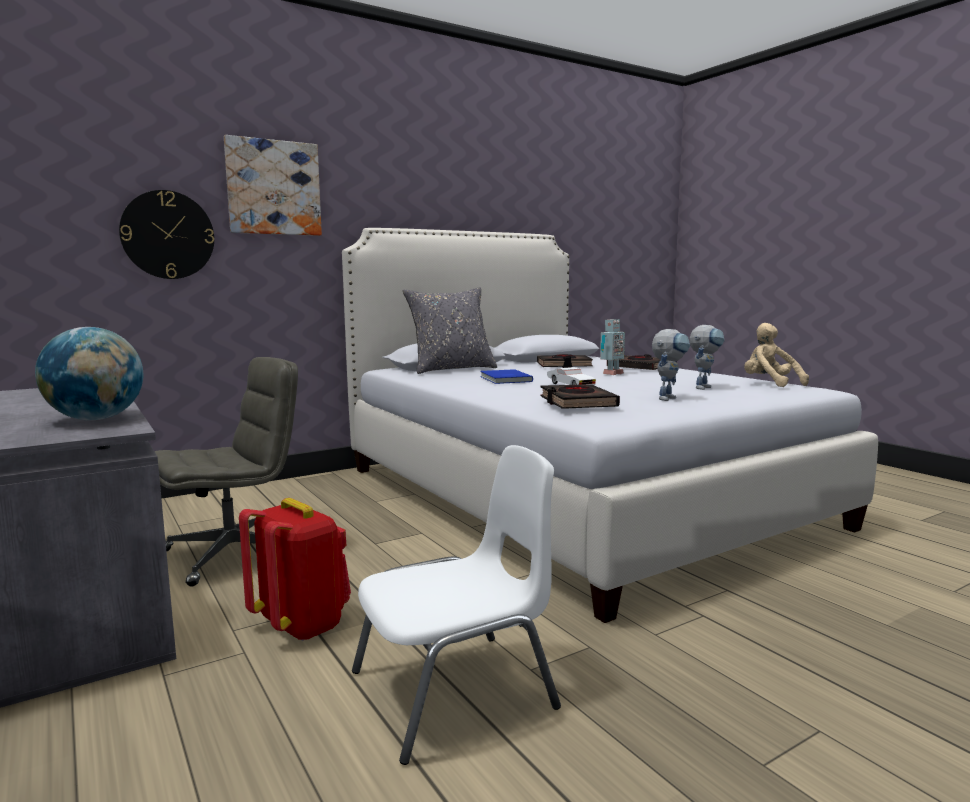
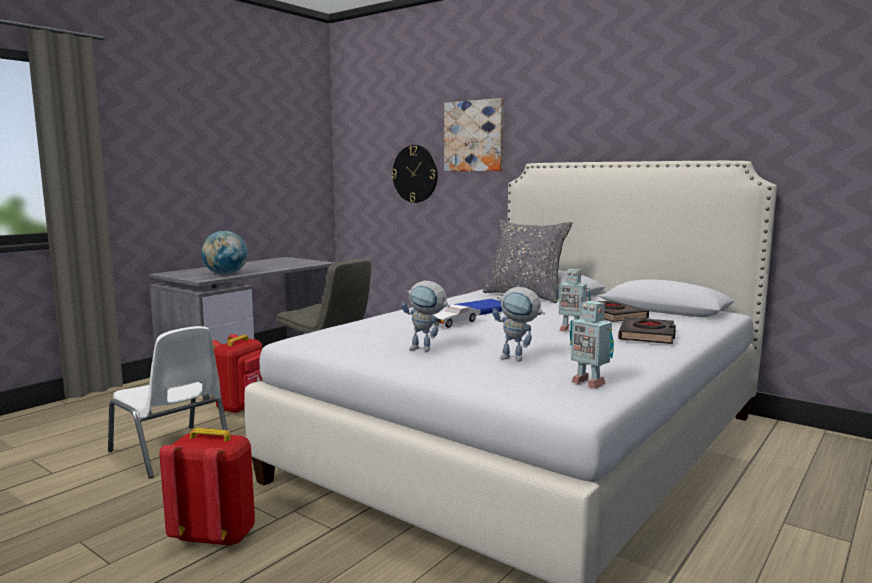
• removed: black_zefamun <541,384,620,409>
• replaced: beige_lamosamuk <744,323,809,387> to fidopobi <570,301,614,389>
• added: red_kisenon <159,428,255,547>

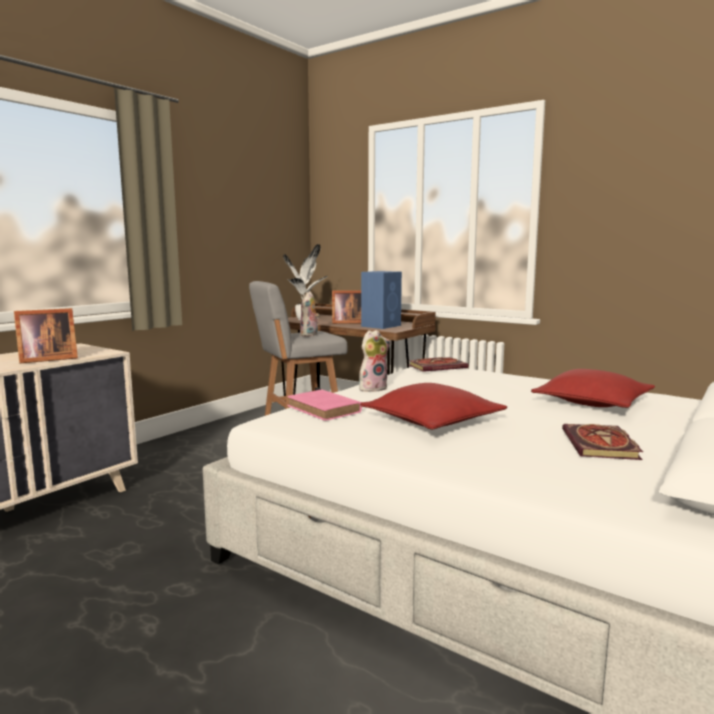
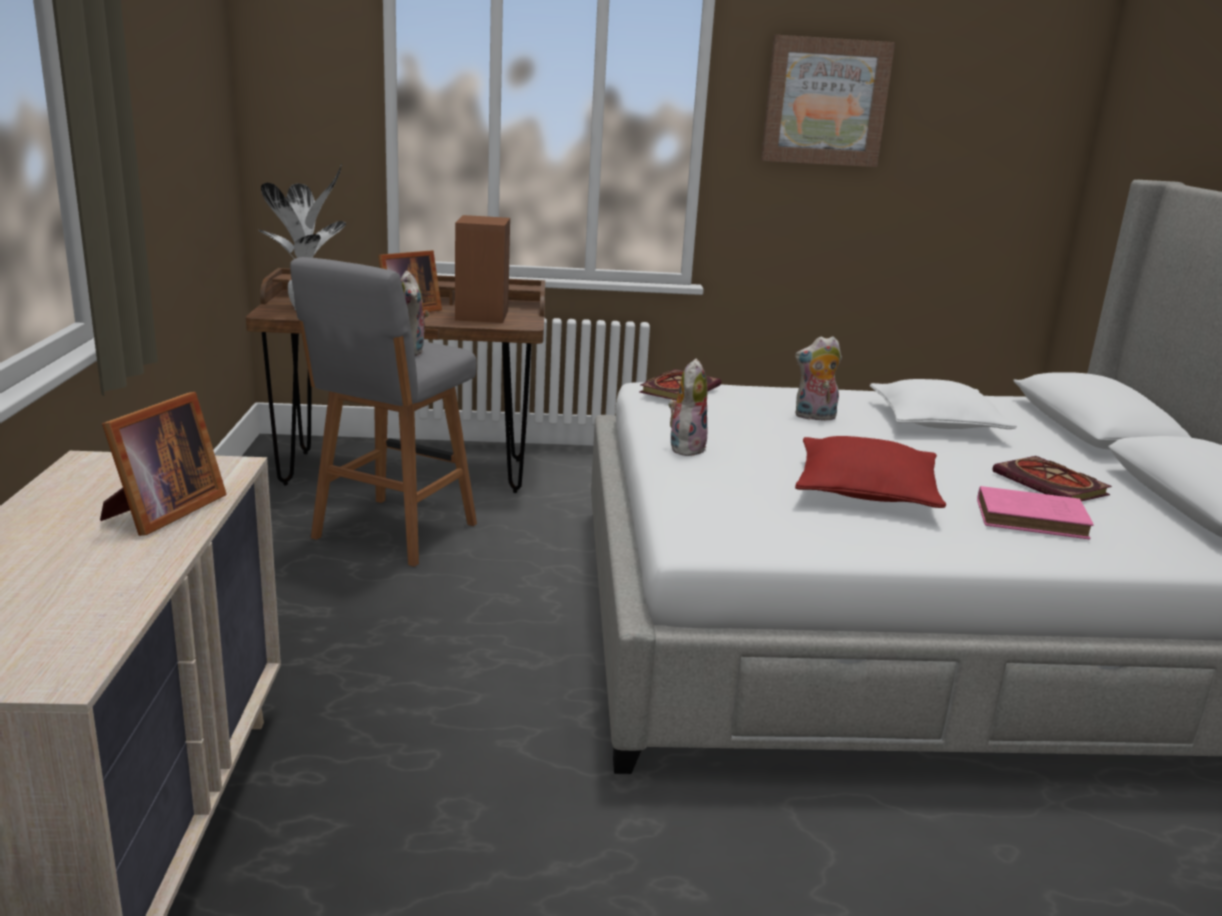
• moved: pink_zefamun <287,389,362,421> to <977,486,1094,540>
• recoloured: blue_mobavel <361,271,402,329> to brown_mobavel <455,215,510,323>
• recoloured: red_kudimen <531,369,655,408> to white_kudimen <870,379,1017,429>
• added: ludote <761,35,895,167>
• added: lamosamuk <795,336,842,420>

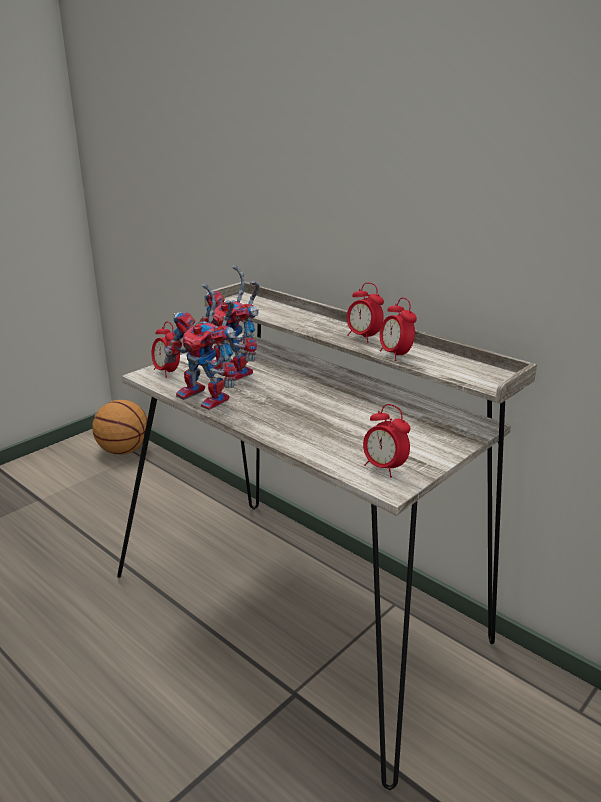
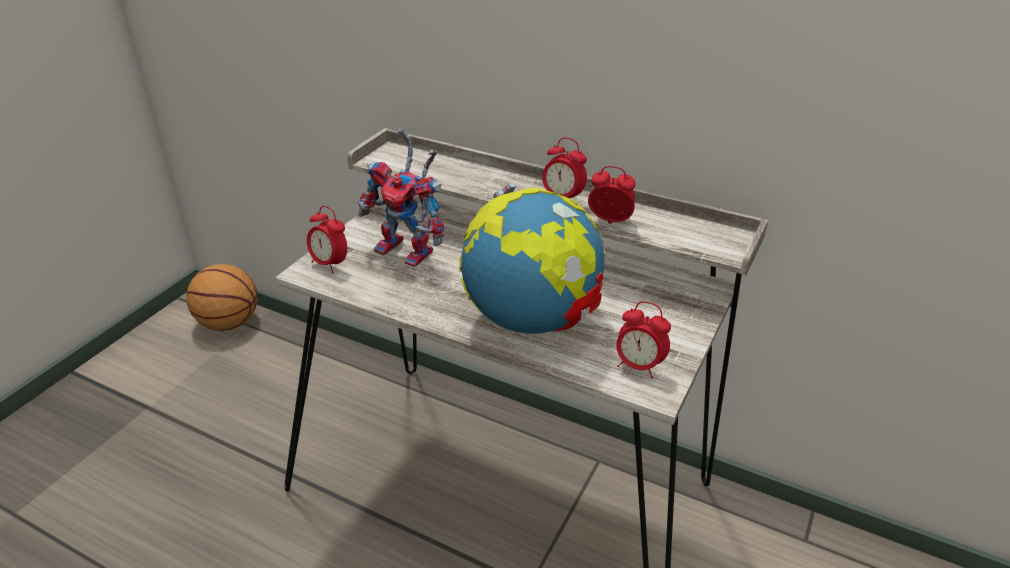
• removed: fidopobi <164,283,236,410>
• turned: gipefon <380,297,417,361> = <588,166,635,224> 150 degrees clockwise
• added: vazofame <459,183,605,334>

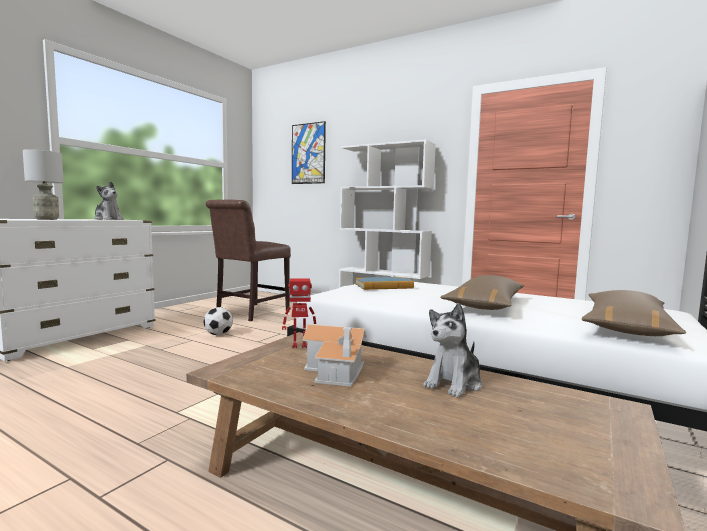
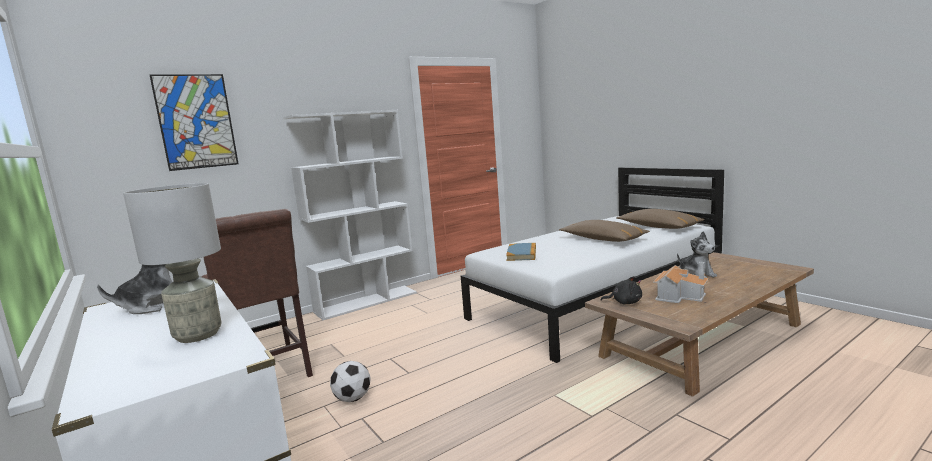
• replaced: fidopobi <282,278,316,348> to black_lamosamuk <601,276,642,304>

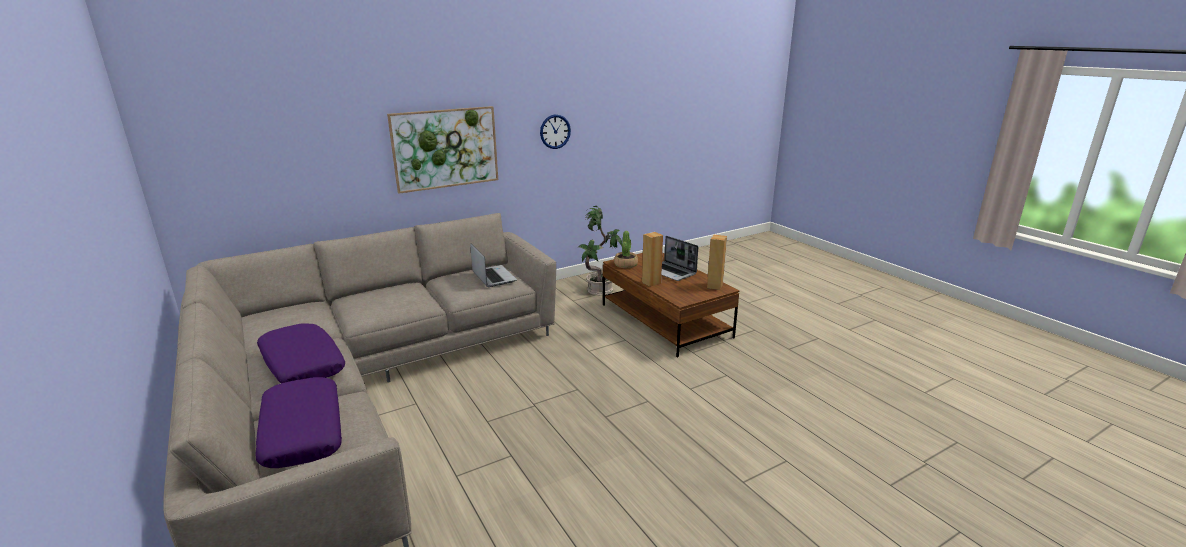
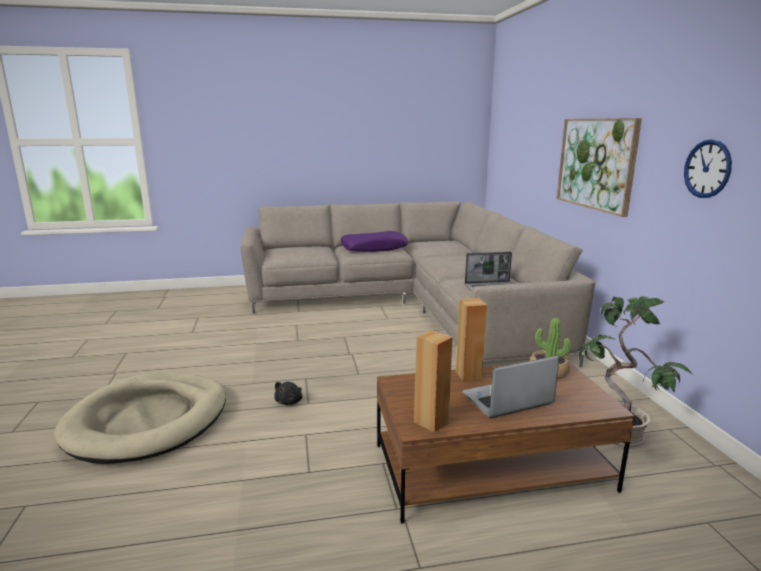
• removed: purple_kudimen <255,377,342,468>
• added: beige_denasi <54,373,226,464>
• added: black_lamosamuk <274,382,302,405>

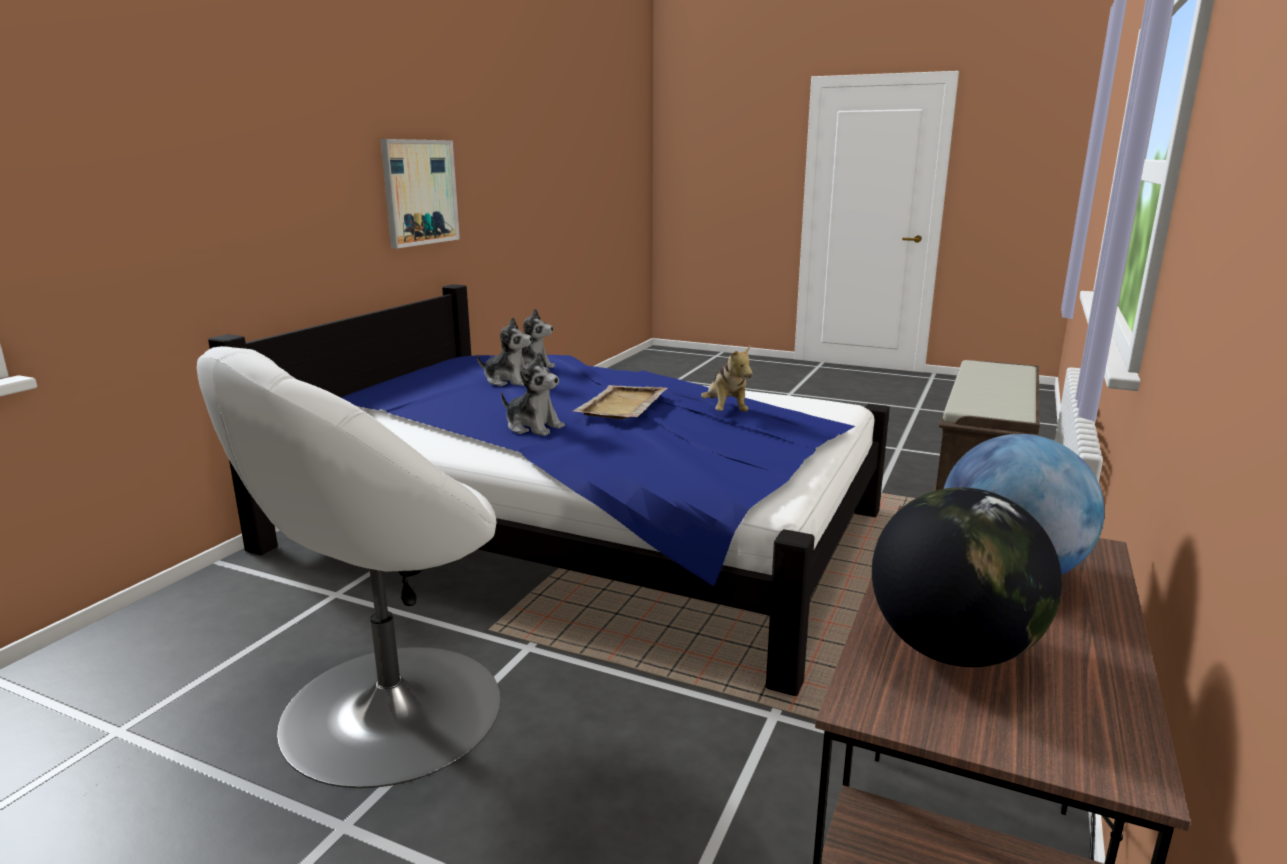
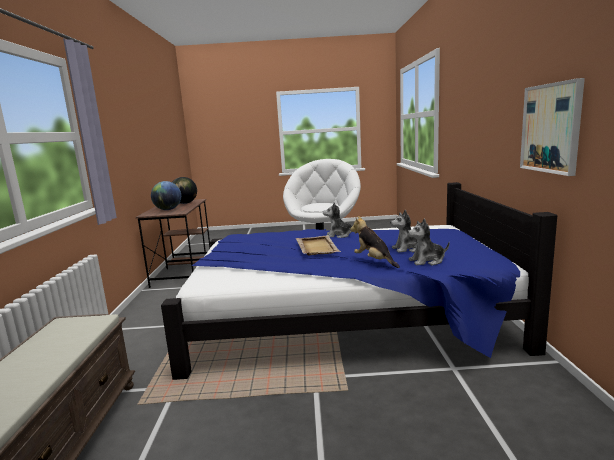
• moved: lamosamuk <701,346,753,411> to <350,216,400,268>

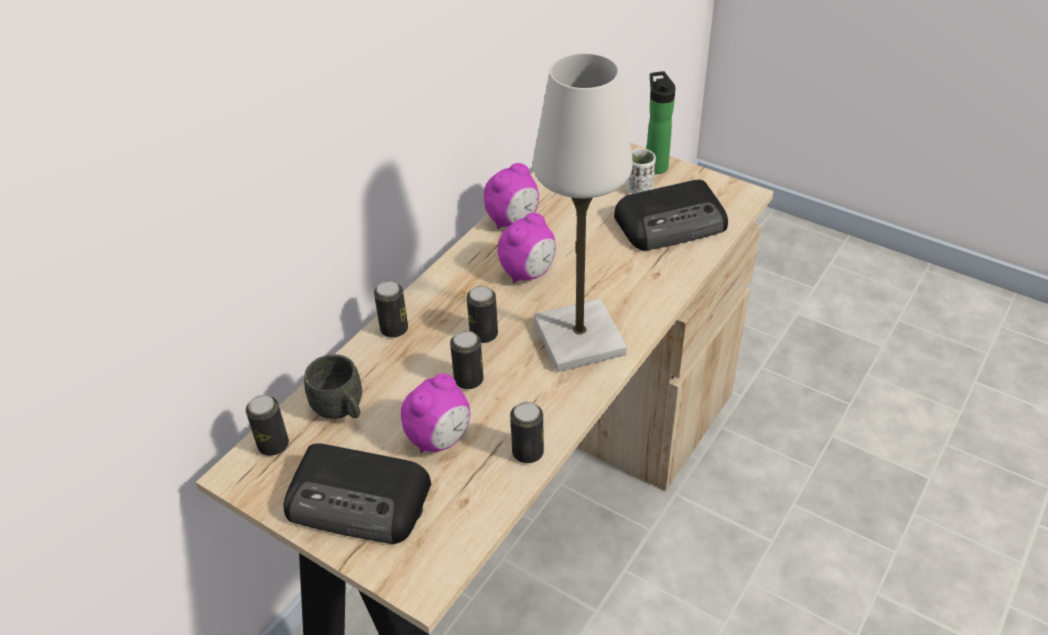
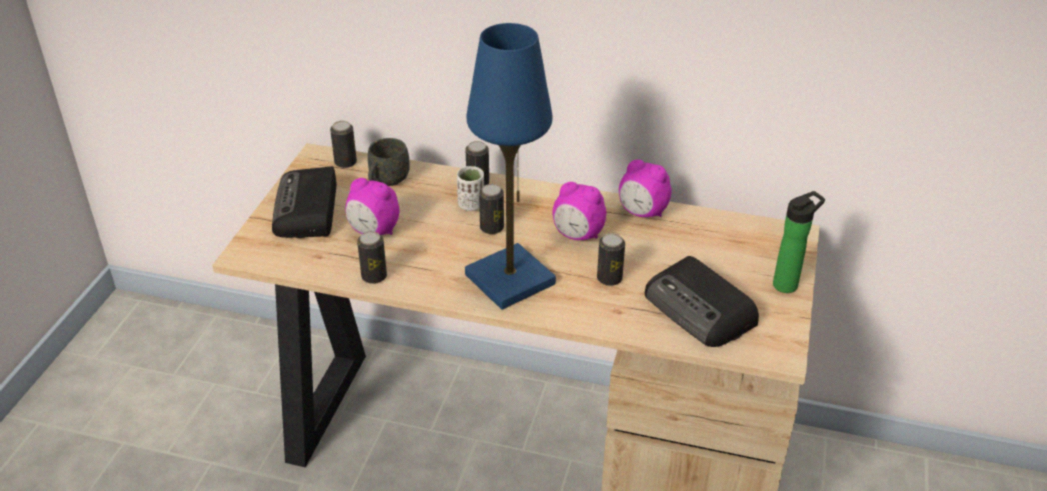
• moved: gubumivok <450,330,484,389> to <597,233,625,286>
• recoloured: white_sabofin <533,53,633,372> to blue_sabofin <465,23,556,310>
• moved: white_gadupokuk <626,149,656,194> to <457,166,484,211>

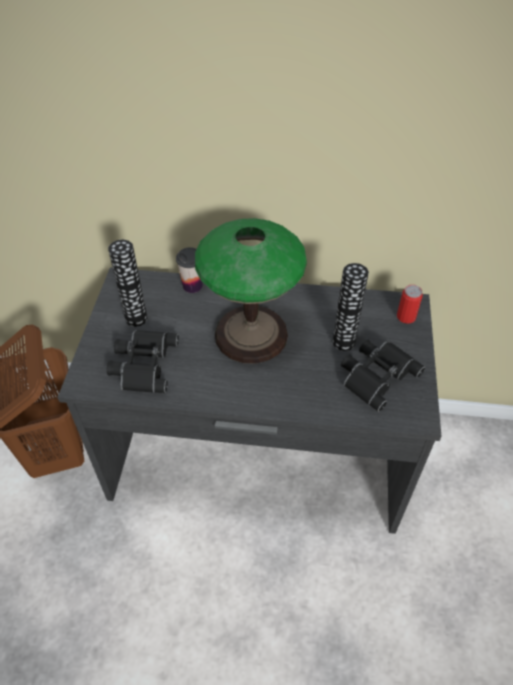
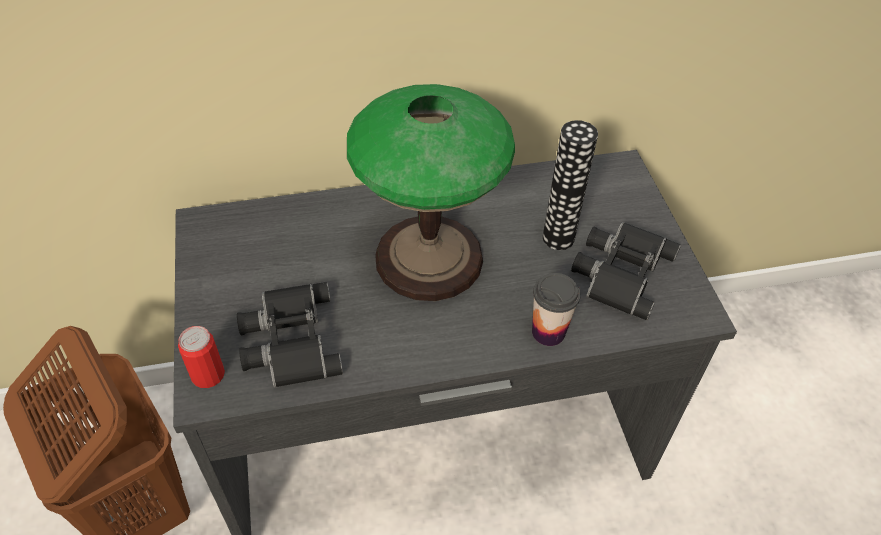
• removed: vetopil <108,240,147,327>
• moved: gadupokuk <176,247,202,293> to <532,273,581,346>
• moved: gubumivok <397,285,423,324> to <178,326,225,388>

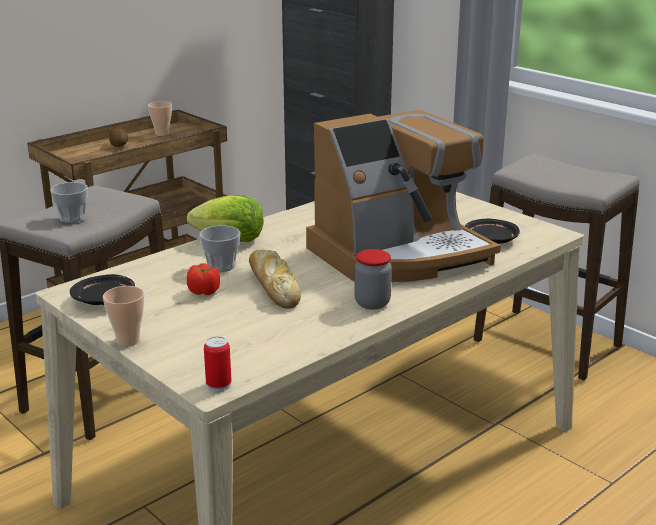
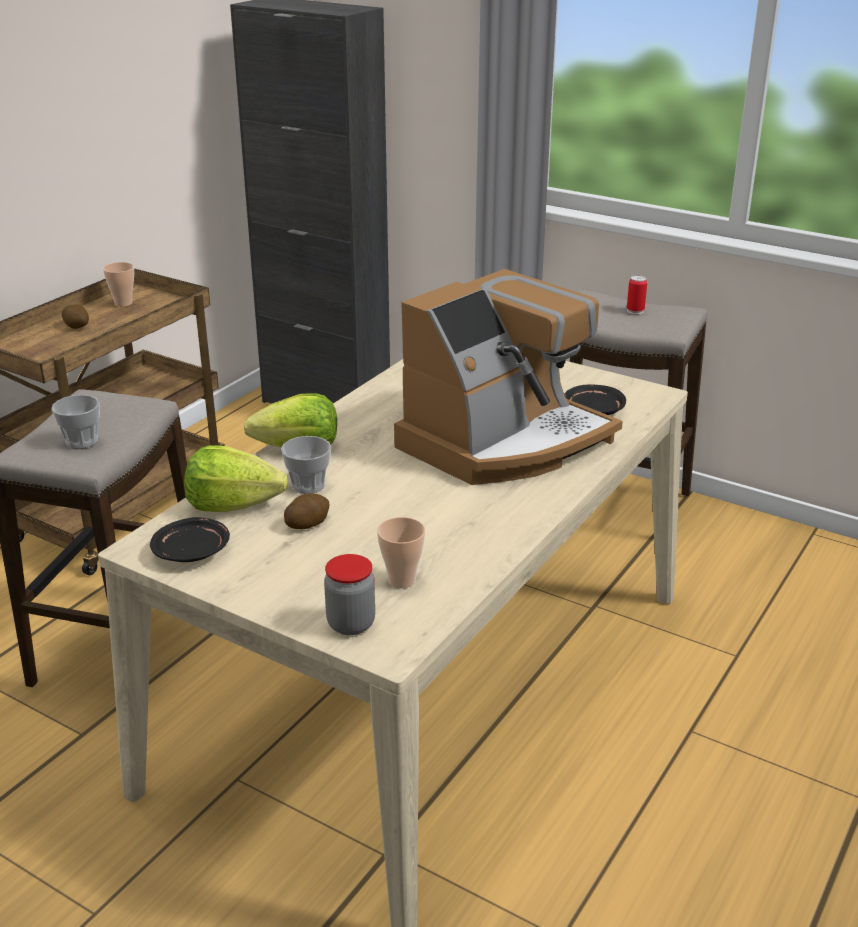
• moved: gadupokuk <103,286,144,346> to <377,517,425,588>
• replaced: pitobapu <187,263,220,295> to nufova <284,494,330,529>
• moved: gubumivok <204,336,231,392> to <627,275,647,314>
• removed: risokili <249,249,301,309>
• moved: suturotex <354,249,392,310> to <324,554,375,635>
• added: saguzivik <184,445,288,512>

